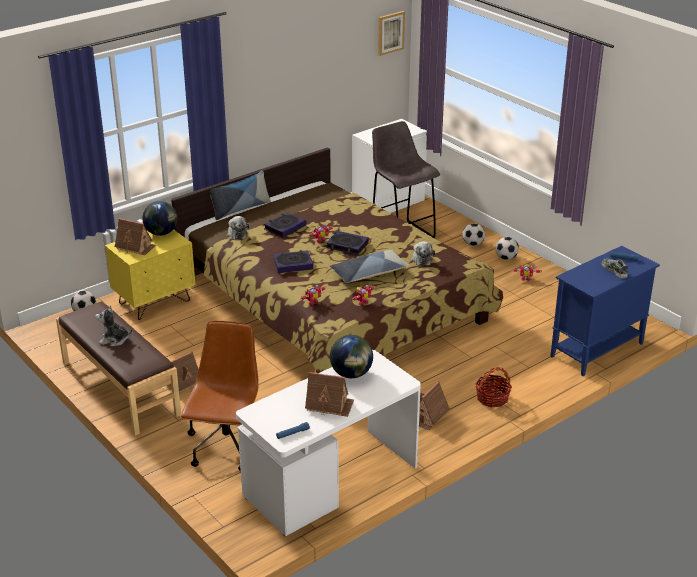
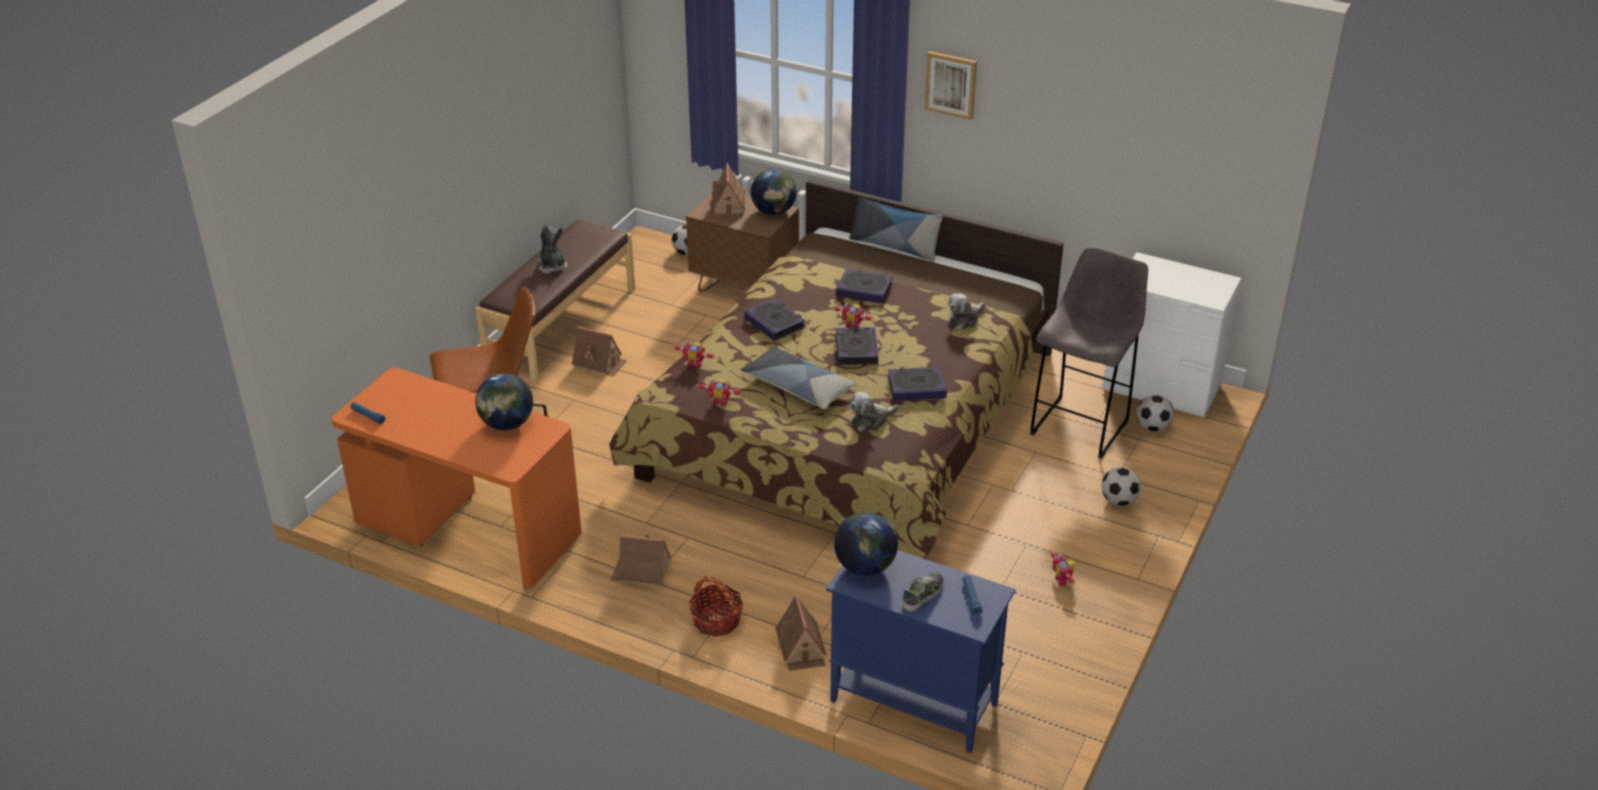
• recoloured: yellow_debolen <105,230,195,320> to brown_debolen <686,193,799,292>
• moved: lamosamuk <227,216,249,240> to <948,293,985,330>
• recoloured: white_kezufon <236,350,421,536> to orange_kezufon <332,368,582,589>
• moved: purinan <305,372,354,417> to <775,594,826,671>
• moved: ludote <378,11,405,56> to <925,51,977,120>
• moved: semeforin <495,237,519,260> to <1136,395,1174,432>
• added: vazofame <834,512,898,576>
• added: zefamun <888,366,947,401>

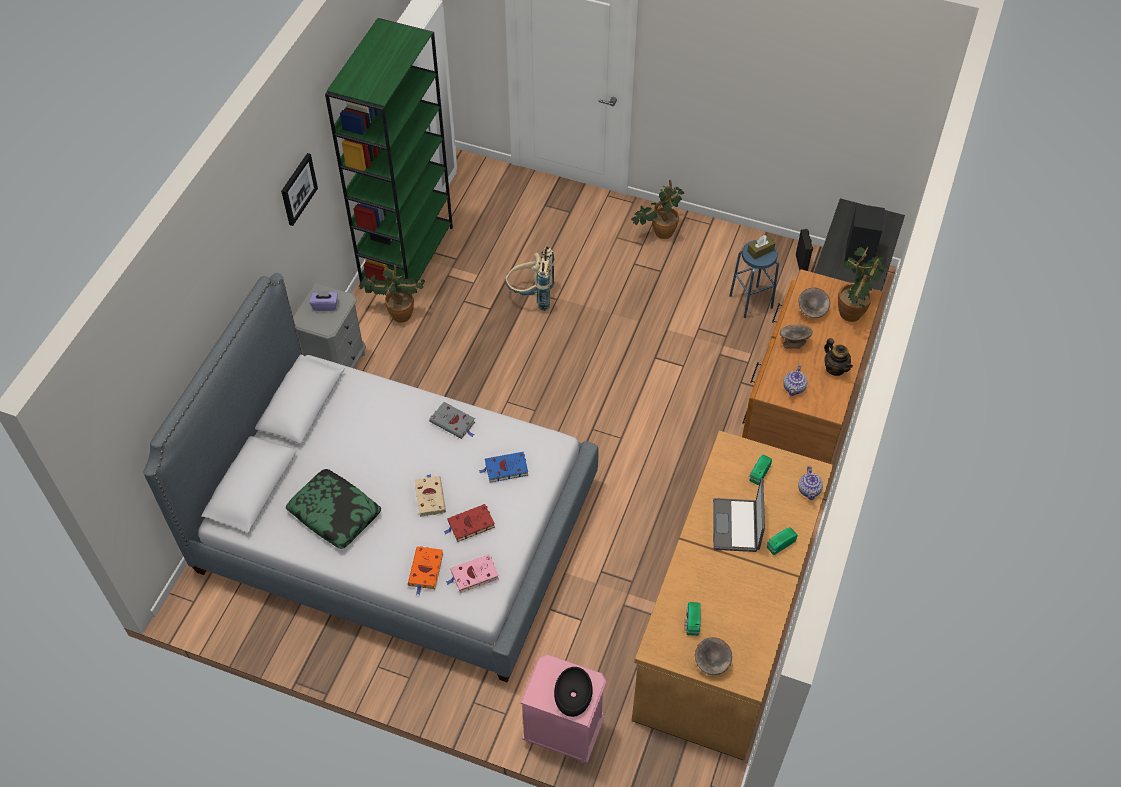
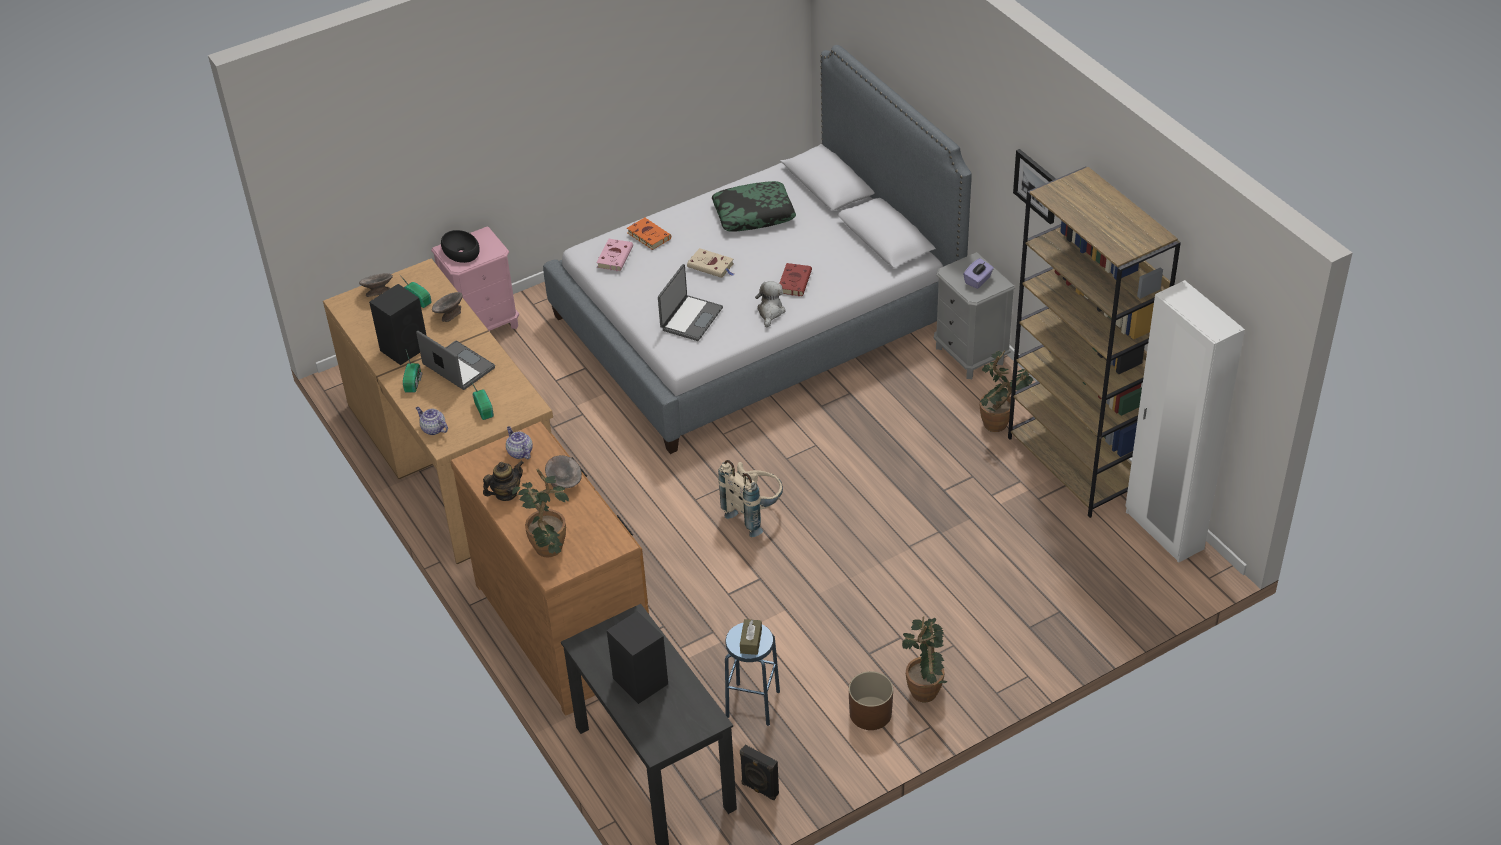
• recoloured: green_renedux <325,18,453,285> to brown_renedux <1008,167,1181,518>
• replaced: grey_zefamun <429,402,475,439> to lamosamuk <755,281,785,328>
• moved: red_zefamun <444,504,495,542> to <779,263,812,296>
• replaced: blue_zefamun <479,452,528,483> to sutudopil <658,264,723,341>
• moved: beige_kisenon <505,247,555,311> to <718,460,783,537>
• moved: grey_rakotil <798,287,830,318> to <432,292,462,322>
• turned: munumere <824,338,853,376> = <483,461,524,501> 135 degrees clockwise
• added: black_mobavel <369,284,427,365>
• added: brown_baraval <849,671,893,730>

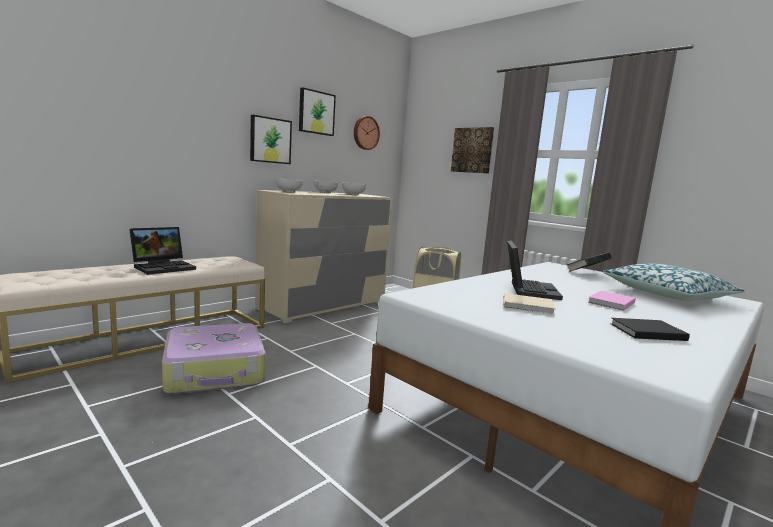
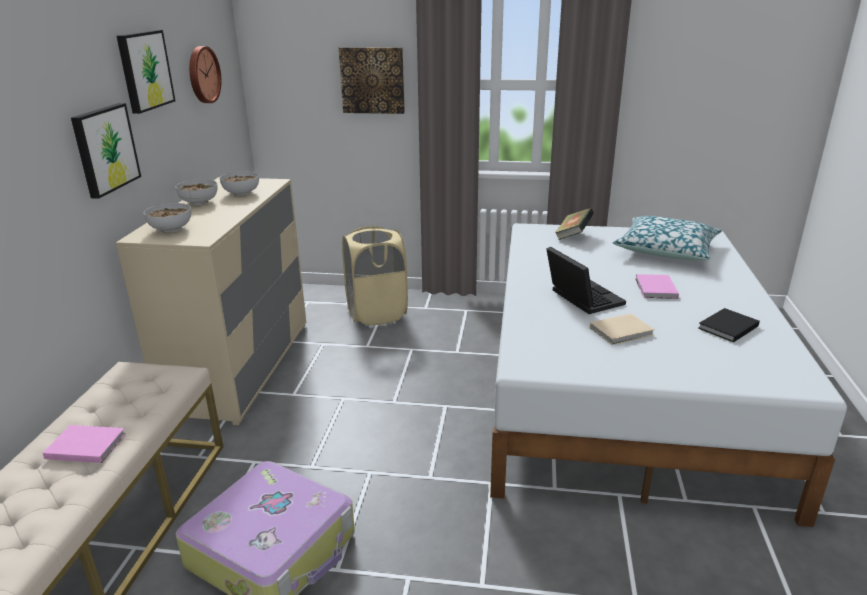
• replaced: sutudopil <129,227,196,275> to pink_zefamun <43,425,126,463>

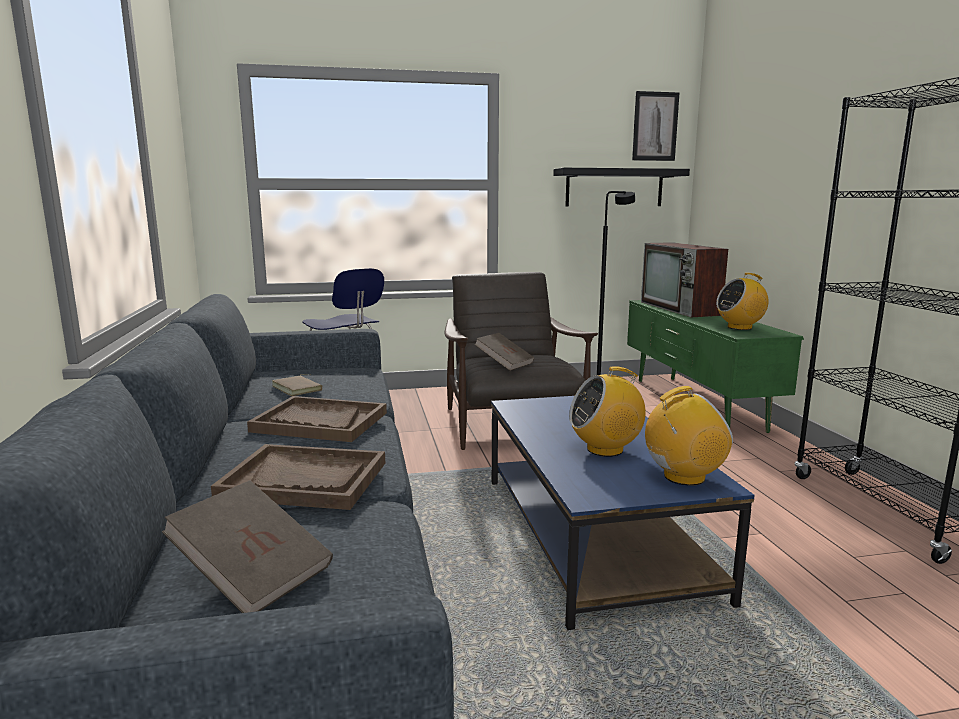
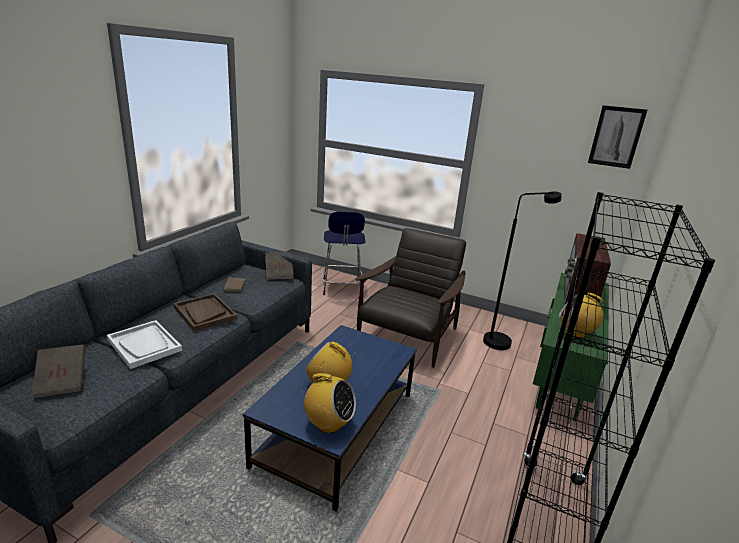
• recoloured: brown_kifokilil <211,444,385,510> to white_kifokilil <107,320,182,369>
• moved: brown_zefamun <474,333,534,371> to <265,252,294,280>
• removed: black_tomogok <553,168,690,207>

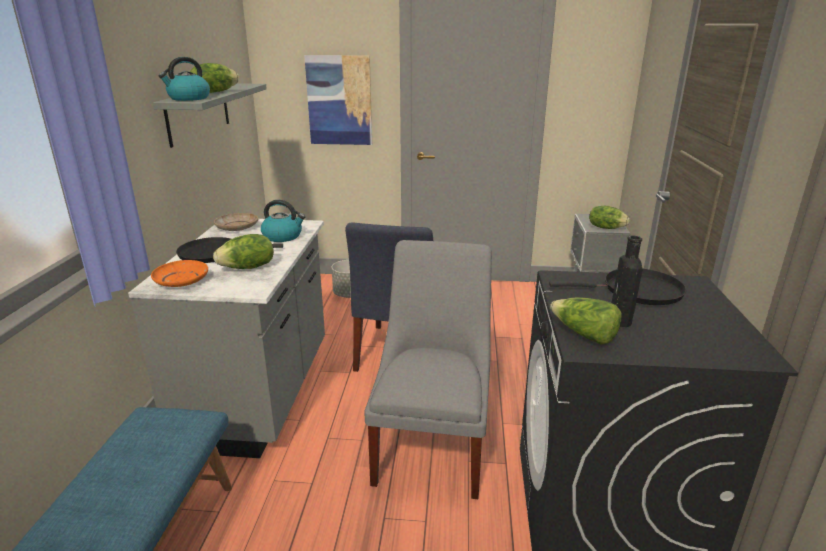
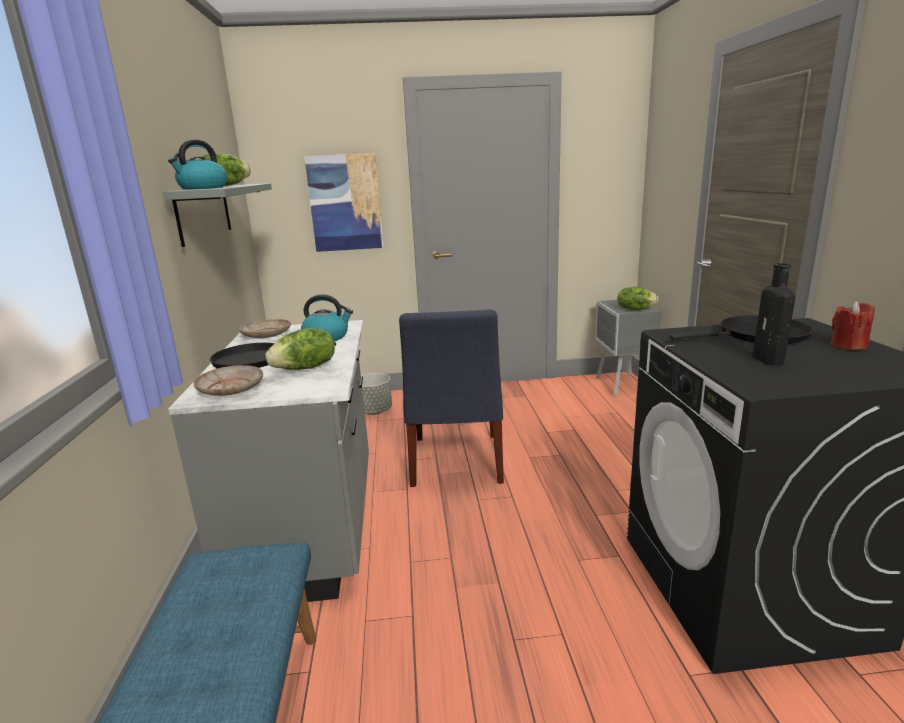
• recoloured: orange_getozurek <151,260,208,287> to beige_getozurek <193,365,263,396>
• removed: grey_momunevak <364,240,492,499>
• removed: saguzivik <550,297,622,344>
• added: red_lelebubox <831,301,874,350>

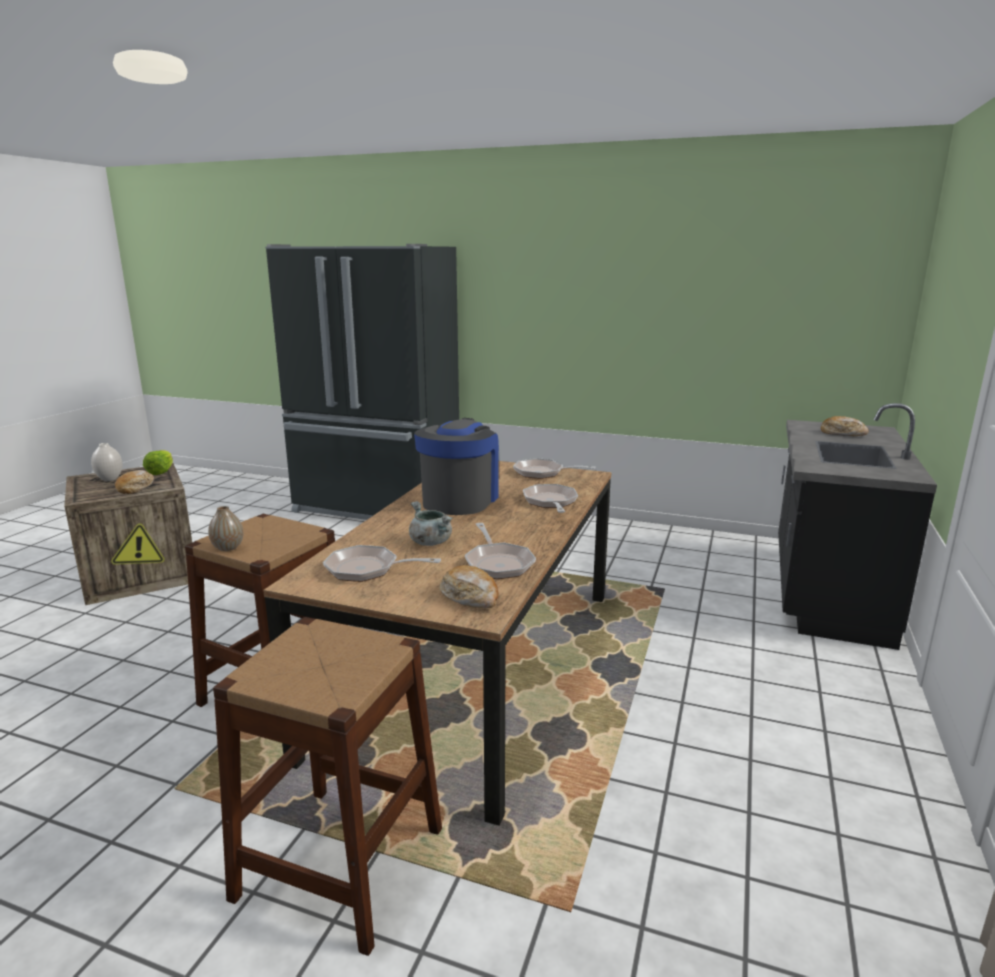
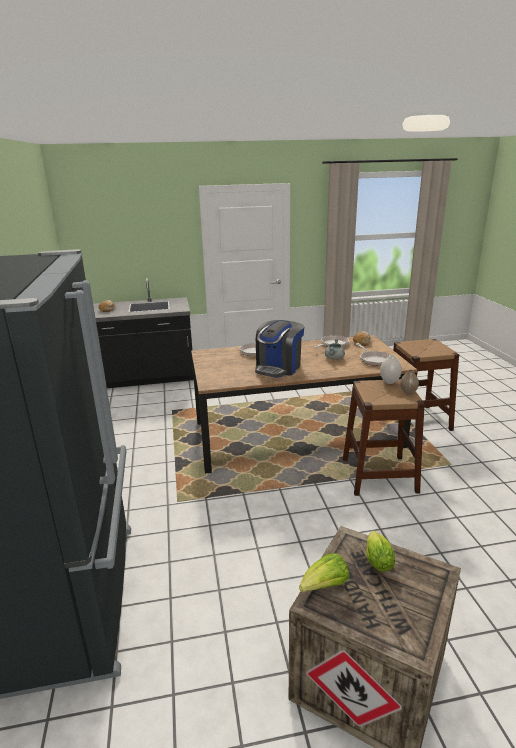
• moved: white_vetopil <91,443,122,481> to <380,355,402,384>
• replaced: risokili <115,470,154,494> to saguzivik <366,531,395,572>
• turned: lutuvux <414,418,499,515> = <255,320,304,378> 45 degrees counterclockwise
• removed: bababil <513,458,596,479>

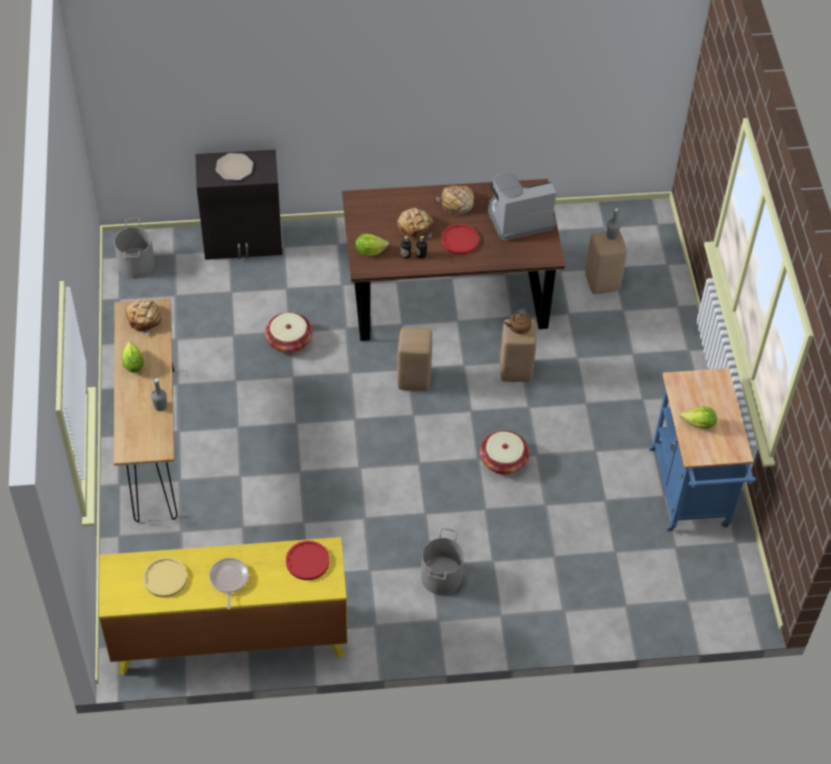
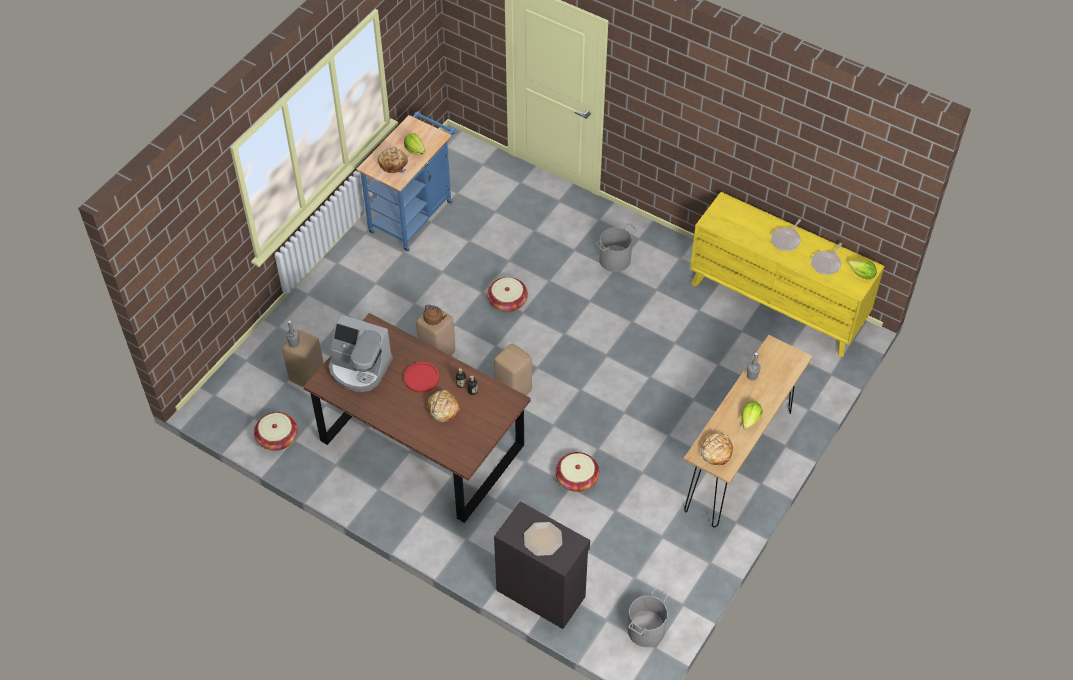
• replaced: yellow_getozurek <143,557,187,597> to bababil <811,243,842,275>
• removed: red_getozurek <286,541,330,580>
• moved: saguzivik <355,234,389,256> to <848,260,877,279>
• moved: risokili <436,185,474,214> to <377,147,408,173>
• added: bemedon <254,412,298,451>

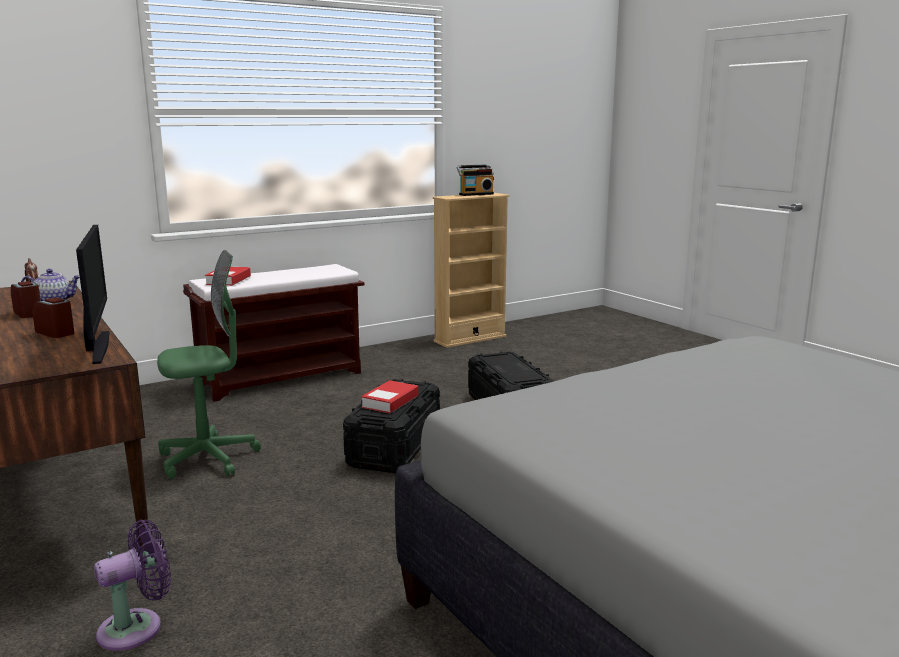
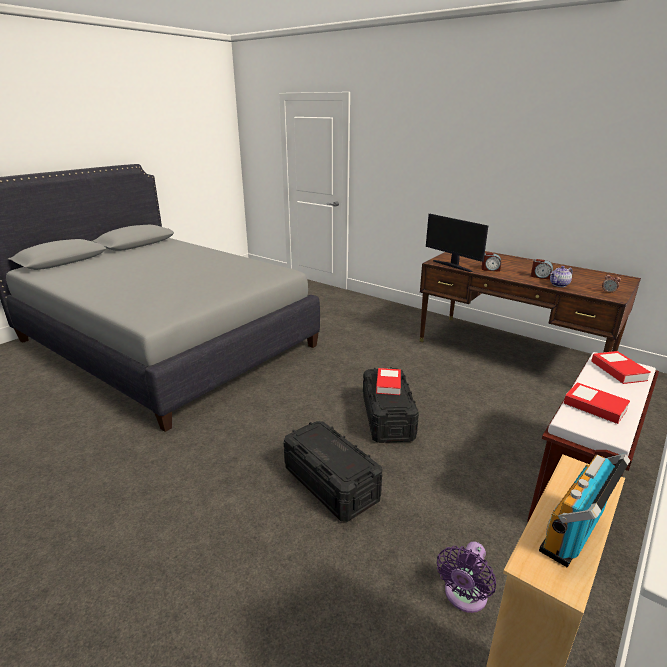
• moved: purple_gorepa <94,520,171,651> to <437,542,496,613>
• removed: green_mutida <157,250,261,479>
• added: zefamun <564,382,630,424>

